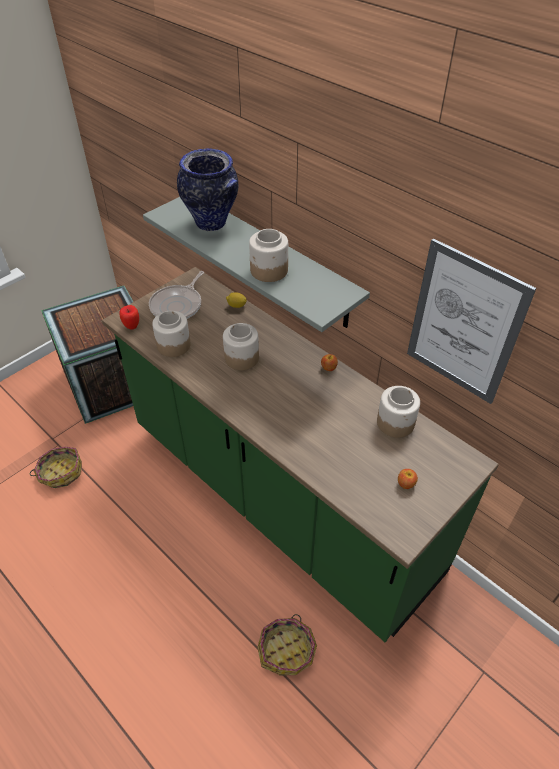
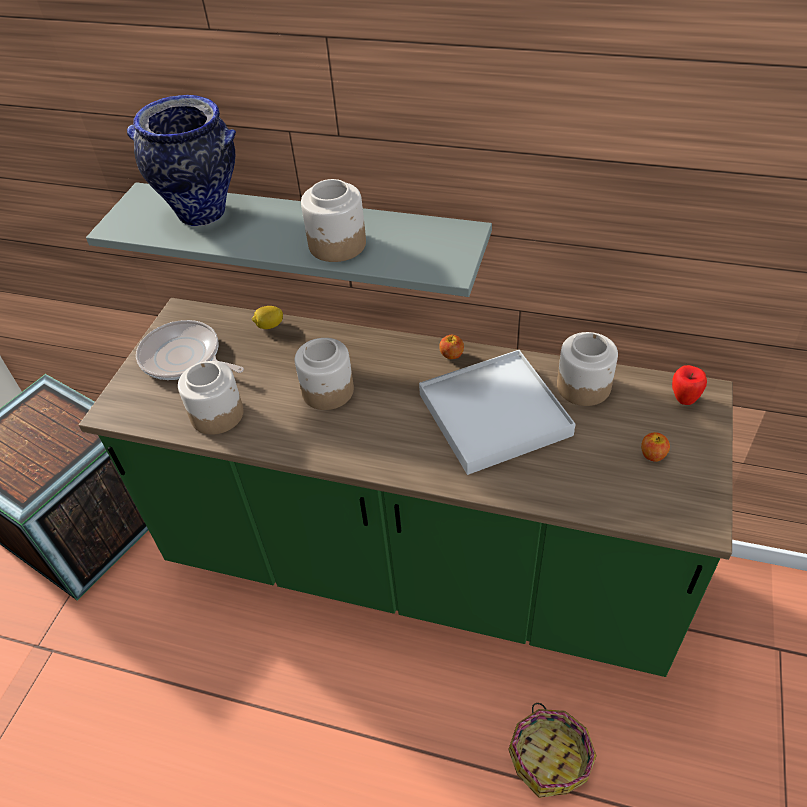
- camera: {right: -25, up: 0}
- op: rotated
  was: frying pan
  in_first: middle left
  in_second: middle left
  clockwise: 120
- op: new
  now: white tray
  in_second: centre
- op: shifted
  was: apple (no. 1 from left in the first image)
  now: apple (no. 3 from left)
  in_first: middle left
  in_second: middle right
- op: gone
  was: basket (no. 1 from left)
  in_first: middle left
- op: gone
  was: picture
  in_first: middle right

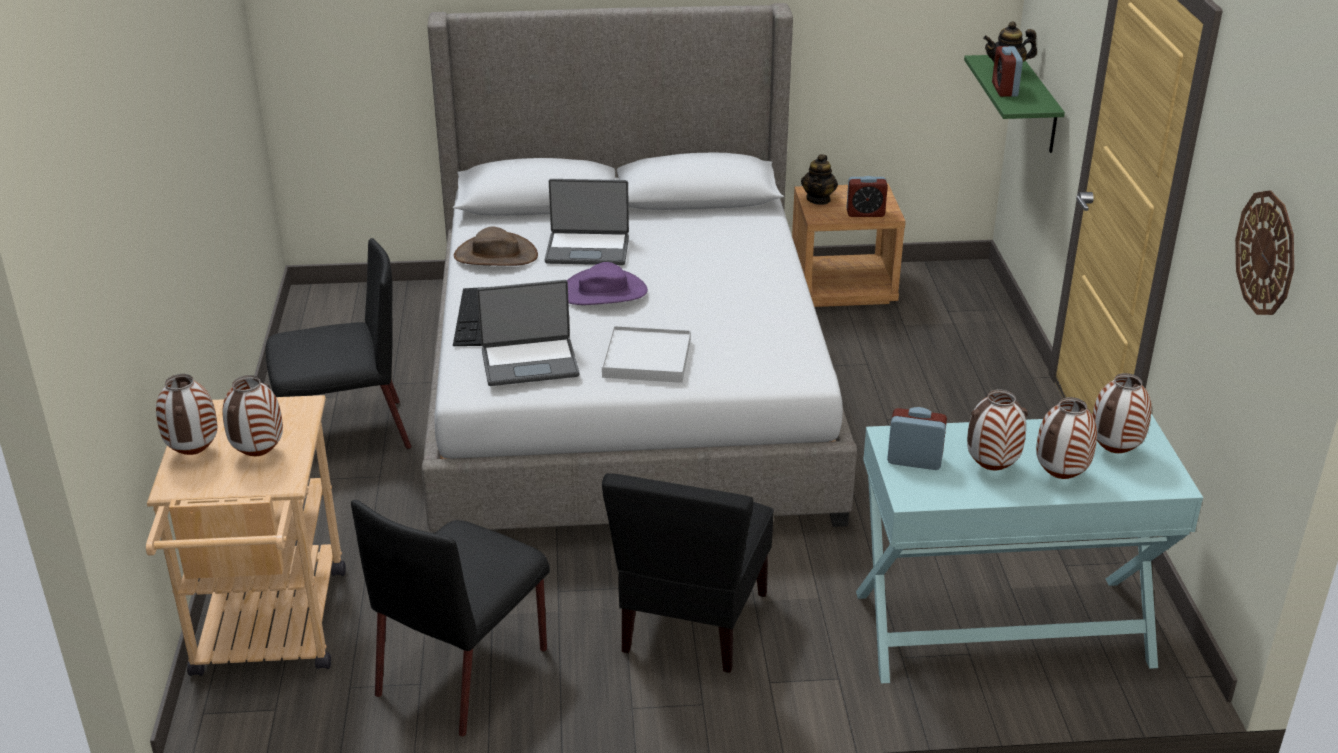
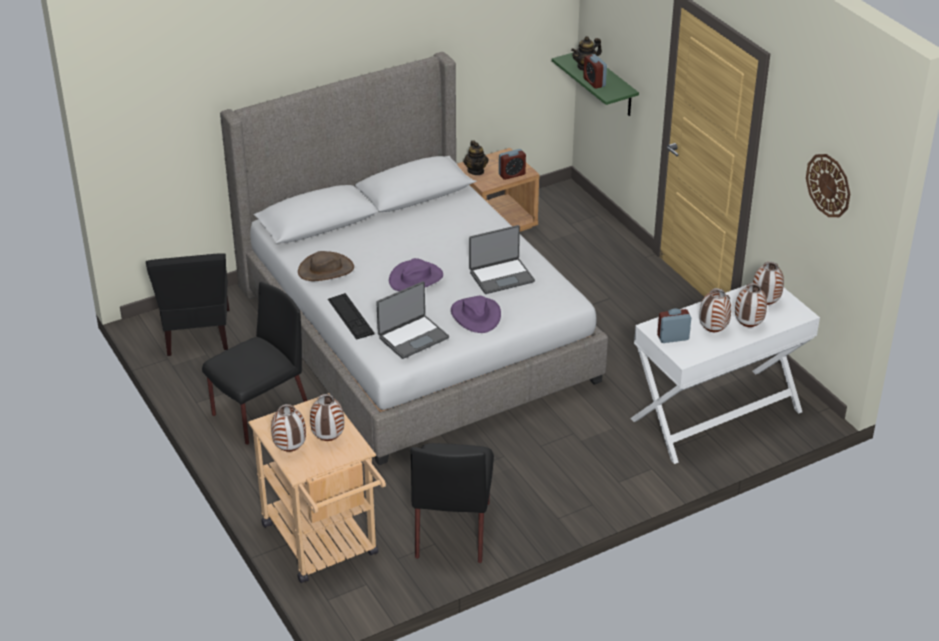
- camera: {right: -25, up: 5}
- op: shifted
  was: black chair (no. 3 from left in the first image)
  now: black chair (no. 1 from left)
  in_first: bottom centre
  in_second: middle left
- op: swapped
  was: white tray
  now: purple hat (no. 2 from left)
  in_first: centre
  in_second: centre
- op: shifted
  was: laptop (no. 2 from left)
  in_first: top centre
  in_second: centre
- op: repainted
  was: turquoise console table
  now: white console table
  in_first: bottom right
  in_second: middle right

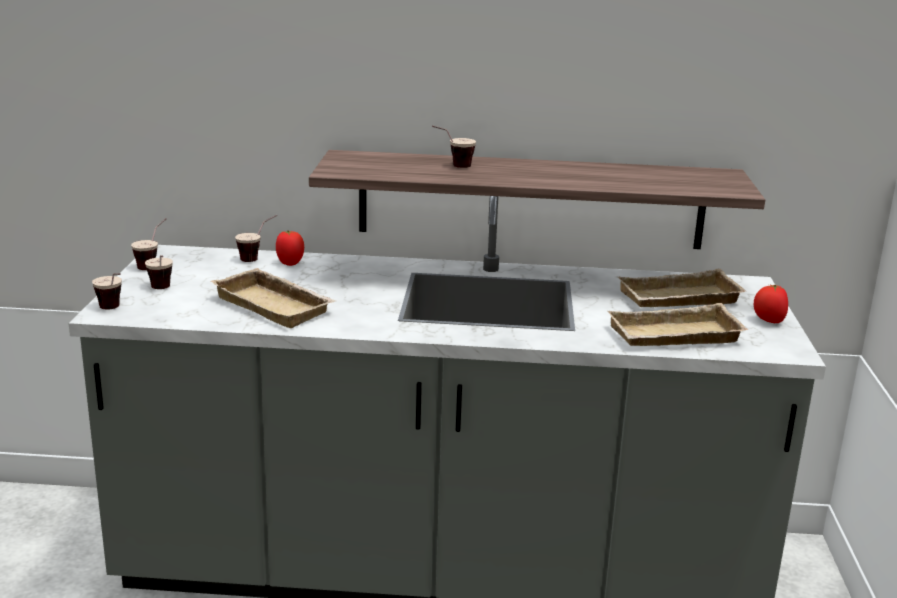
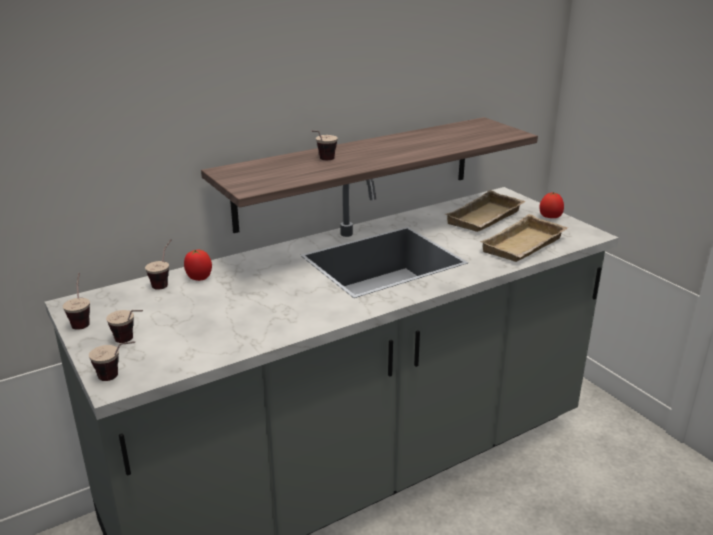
- camera: {right: -35, up: 5}
- op: gone
  was: beige tray (no. 1 from left)
  in_first: middle left

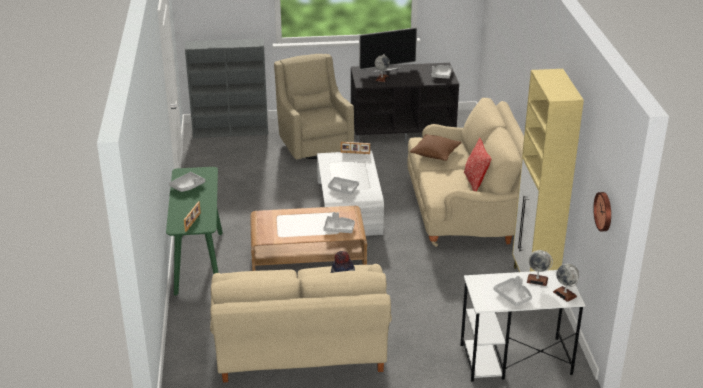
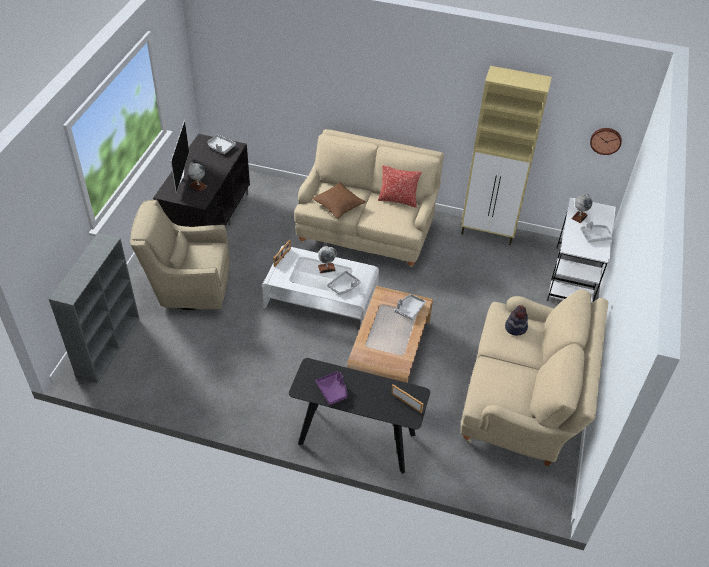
- camera: {right: -70, up: 15}
- op: repainted
  was: green console table
  now: black console table
  in_first: middle left
  in_second: bottom centre
- op: repainted
  was: grey tray (no. 1 from left)
  now: purple tray
  in_first: middle left
  in_second: bottom centre
- op: shifted
  was: globe (no. 3 from left in the first image)
  now: globe (no. 2 from left)
  in_first: bottom right
  in_second: centre

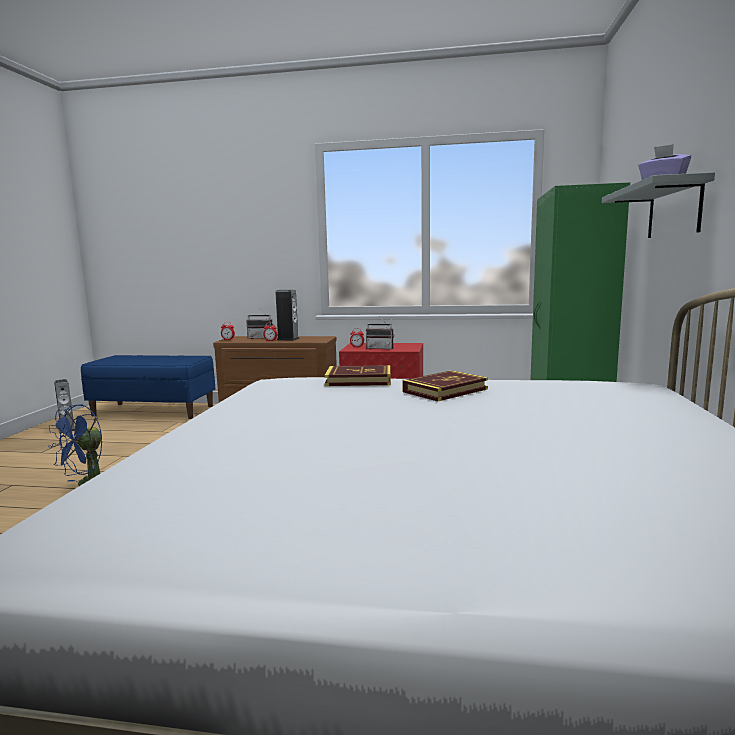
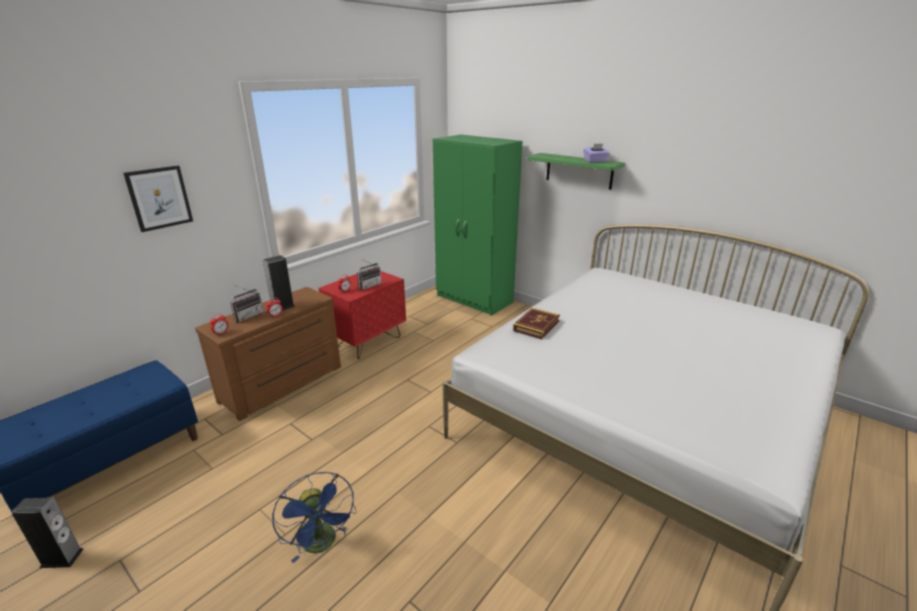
- camera: {right: -60, up: 15}
- op: new
  now: picture
  in_second: top left
- op: repainted
  was: grey shelf
  now: green shelf
  in_first: top right
  in_second: top centre
- op: gone
  was: book (no. 2 from left)
  in_first: centre

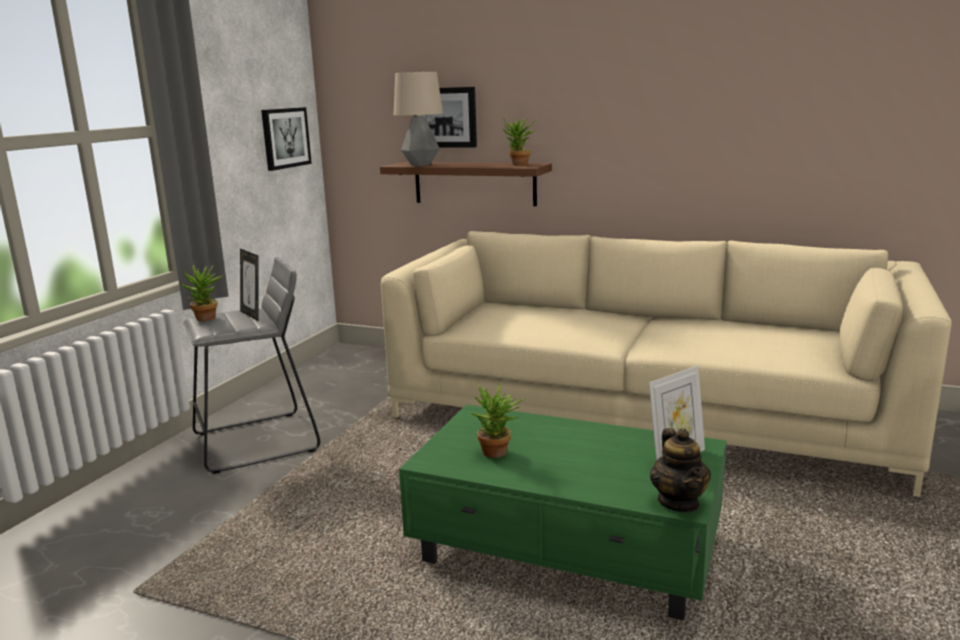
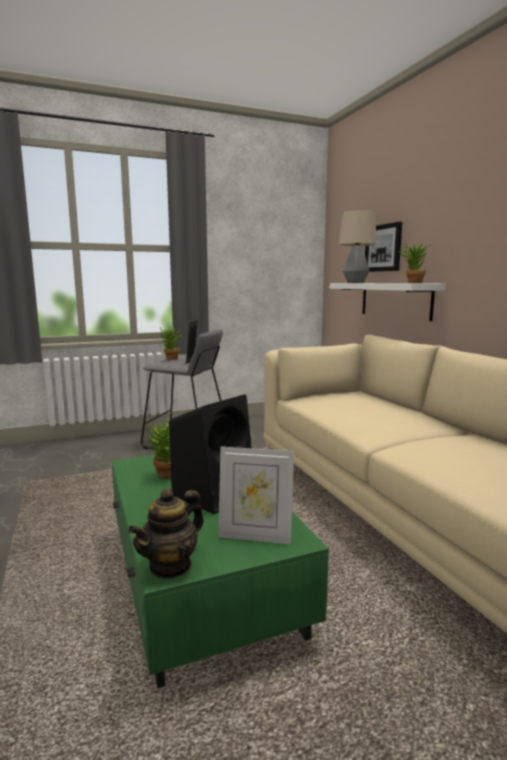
- camera: {right: 45, up: -5}
- op: new
  now: black speaker
  in_second: centre
- op: repainted
  was: brown shelf
  now: white shelf
  in_first: top centre
  in_second: middle right
- op: gone
  was: picture (no. 1 from left)
  in_first: top left

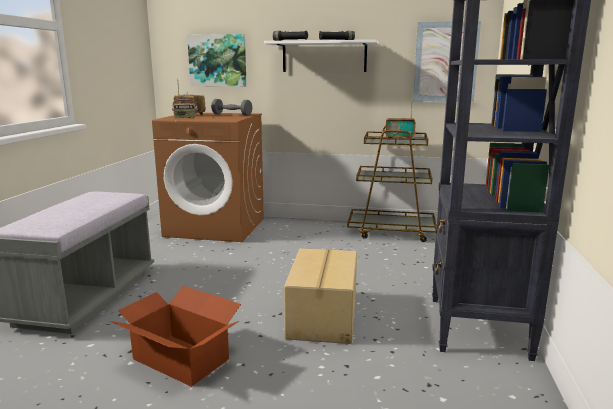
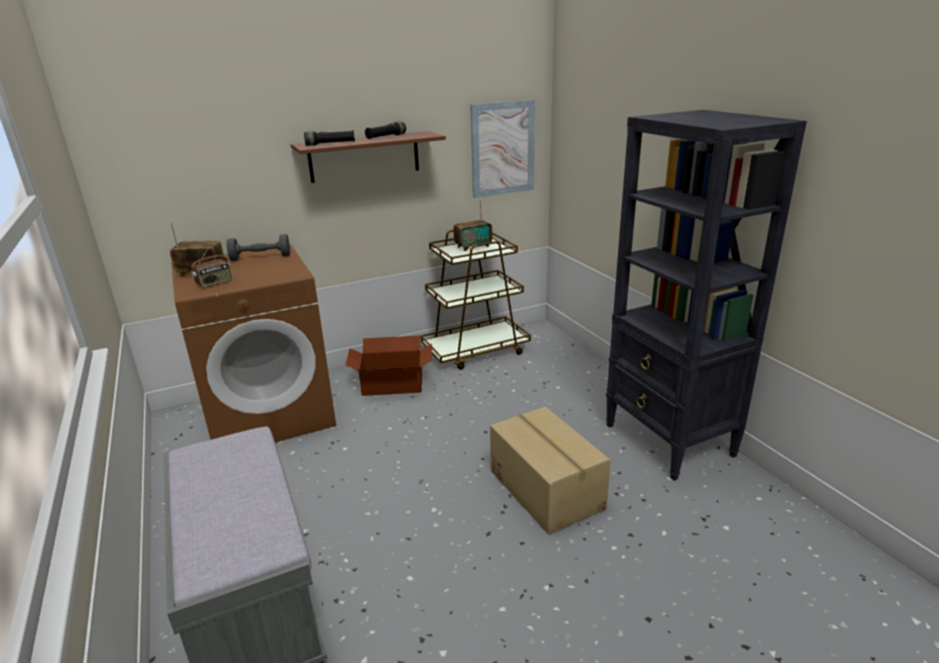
- camera: {right: -35, up: 10}
- op: repainted
  was: white shelf
  now: brown shelf
  in_first: top centre
  in_second: top centre
- op: shifted
  was: cardboard box (no. 1 from left)
  in_first: bottom left
  in_second: centre
- op: gone
  was: picture (no. 1 from left)
  in_first: top centre

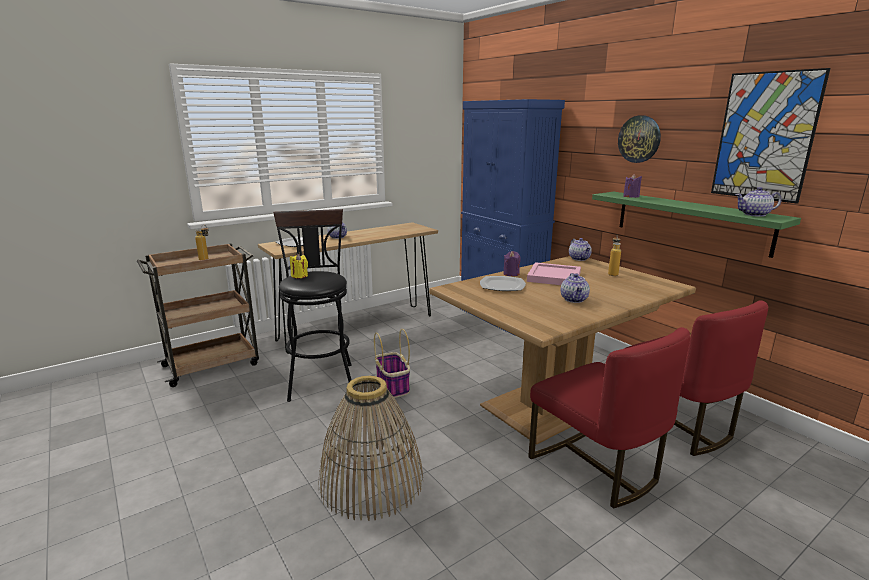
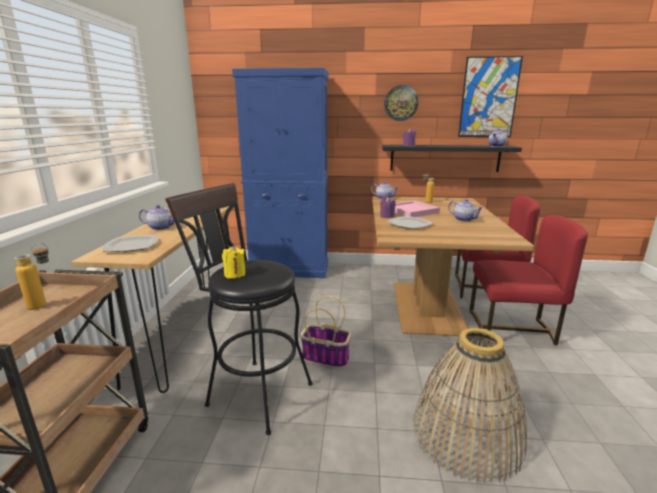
- camera: {right: -50, up: 0}
- op: repainted
  was: green shelf
  now: black shelf
  in_first: middle right
  in_second: top right

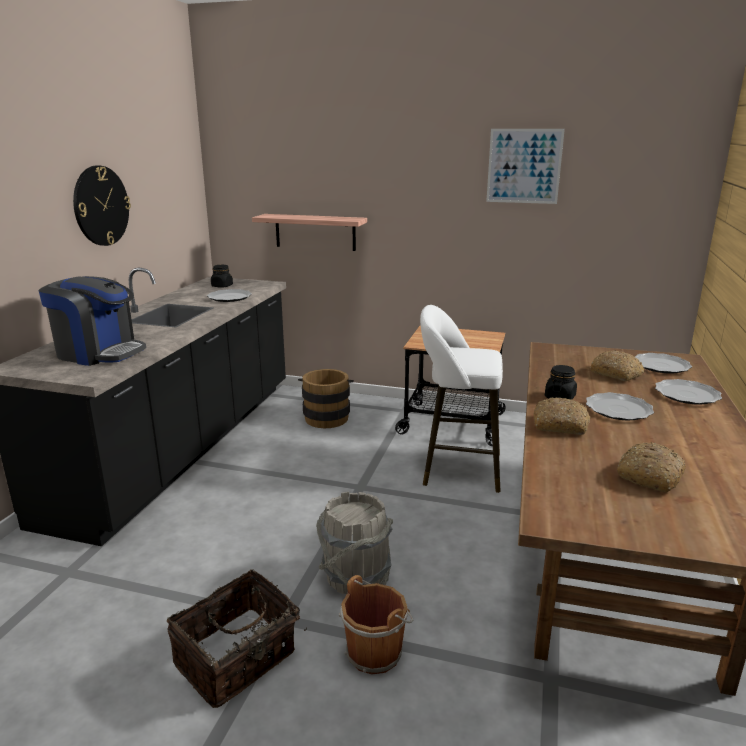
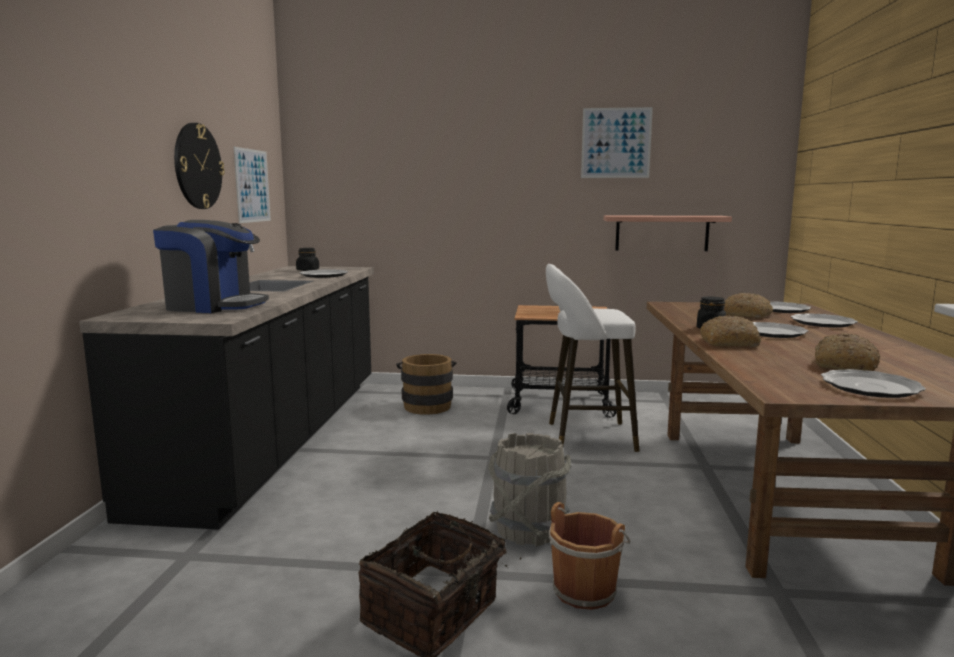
- camera: {right: -10, up: -10}
- op: new
  now: picture (no. 1 from left)
  in_second: top left
- op: shifted
  was: shelf
  in_first: top centre
  in_second: middle right
- op: new
  now: plate (no. 5 from left)
  in_second: middle right

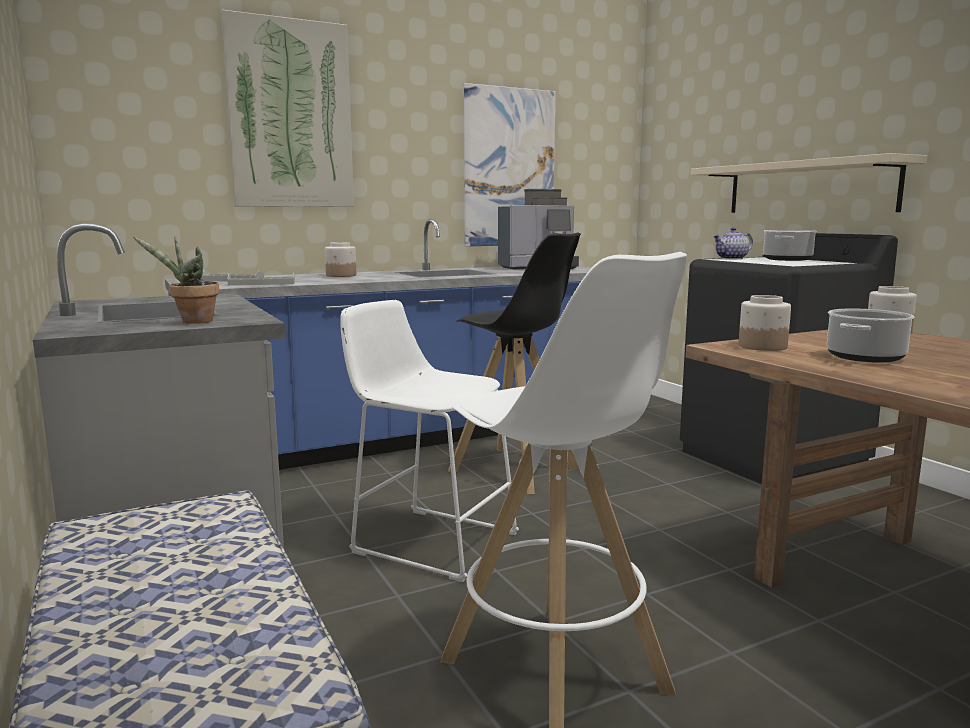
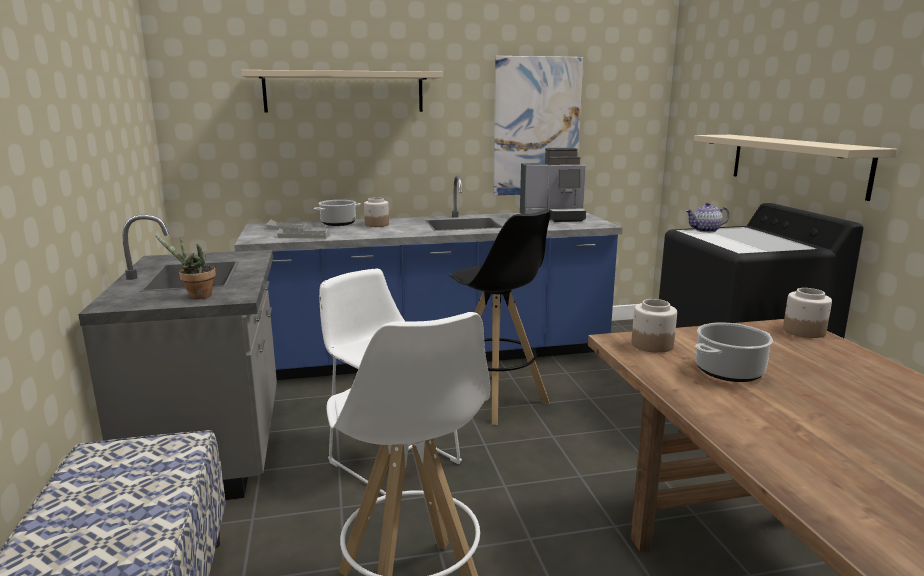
- camera: {right: 15, up: 5}
- op: swapped
  was: picture (no. 1 from left)
  now: beige shelf (no. 1 from left)
  in_first: top left
  in_second: top centre
- op: shifted
  was: cooking pot (no. 1 from left)
  in_first: middle right
  in_second: centre

